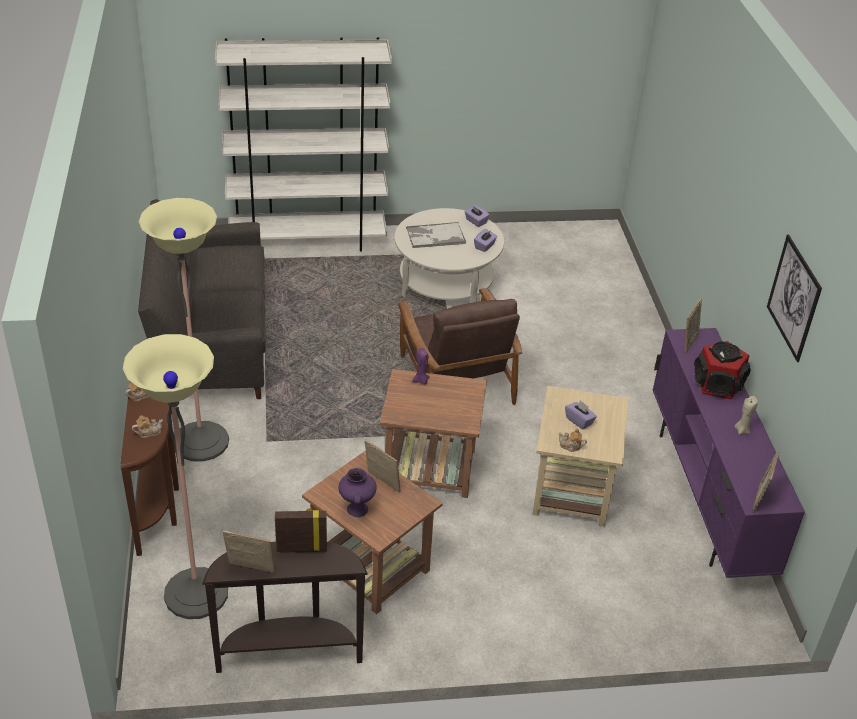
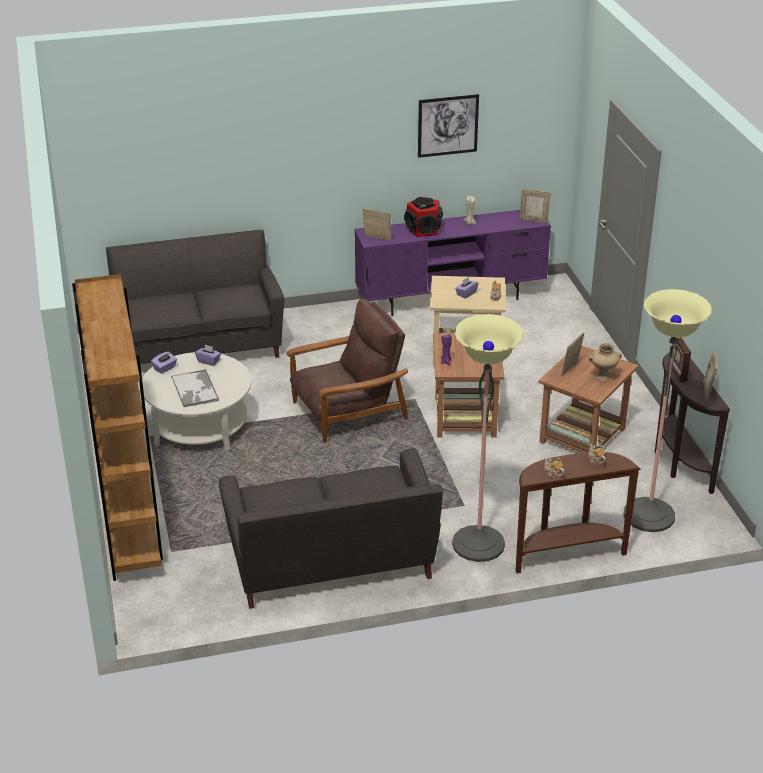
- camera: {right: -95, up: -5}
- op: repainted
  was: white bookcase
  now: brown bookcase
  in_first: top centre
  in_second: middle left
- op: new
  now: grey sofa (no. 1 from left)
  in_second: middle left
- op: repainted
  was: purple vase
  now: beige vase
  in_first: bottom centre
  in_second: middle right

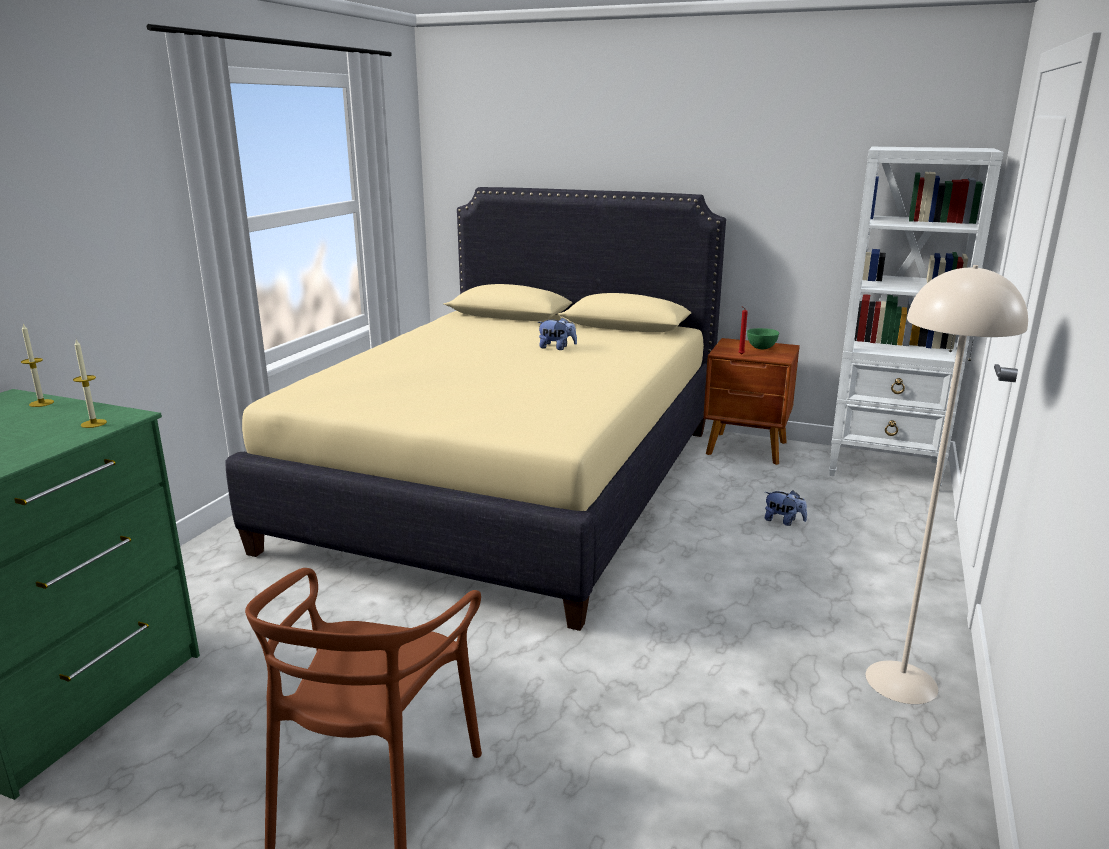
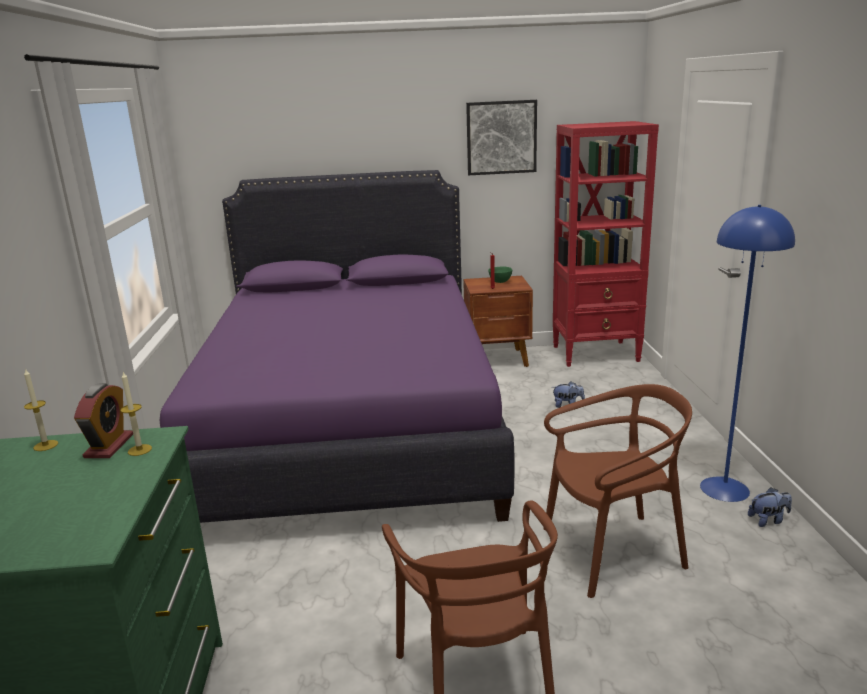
- camera: {right: -25, up: 0}
- op: new
  now: alarm clock
  in_second: middle left
- op: repainted
  was: beige bed
  now: purple bed
  in_first: centre
  in_second: centre
- op: new
  now: picture
  in_second: top centre
- op: new
  now: brown chair (no. 2 from left)
  in_second: bottom right
- op: repainted
  was: white bookcase
  now: red bookcase
  in_first: middle right
  in_second: middle right
- op: repainted
  was: beige floor lamp
  now: blue floor lamp
  in_first: middle right
  in_second: middle right
- op: shifted
  was: plush toy (no. 1 from left in the first image)
  now: plush toy (no. 2 from left)
  in_first: centre
  in_second: bottom right

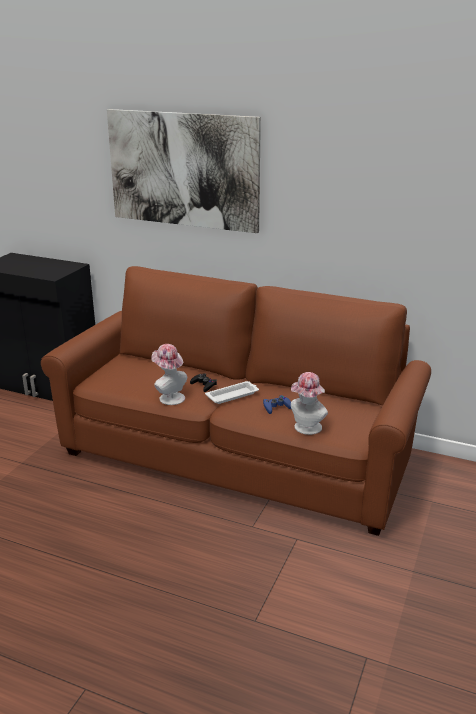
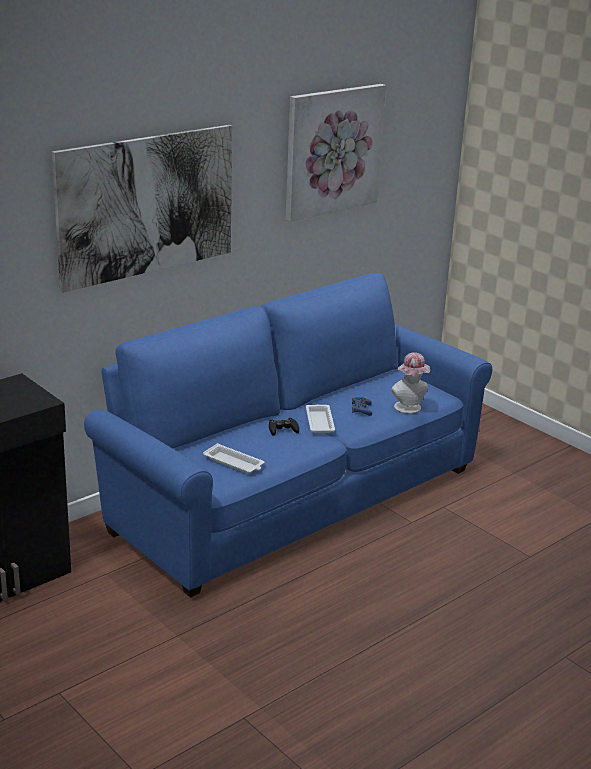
- camera: {right: -65, up: 0}
- op: repainted
  was: brown sofa
  now: blue sofa
  in_first: centre
  in_second: centre
- op: new
  now: white tray (no. 1 from left)
  in_second: centre
- op: new
  now: picture (no. 2 from left)
  in_second: top centre
- op: gone
  was: hat (no. 1 from left)
  in_first: centre

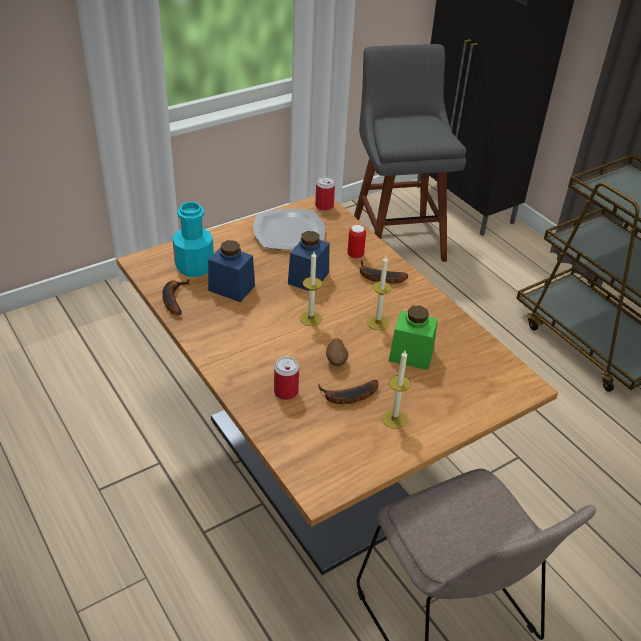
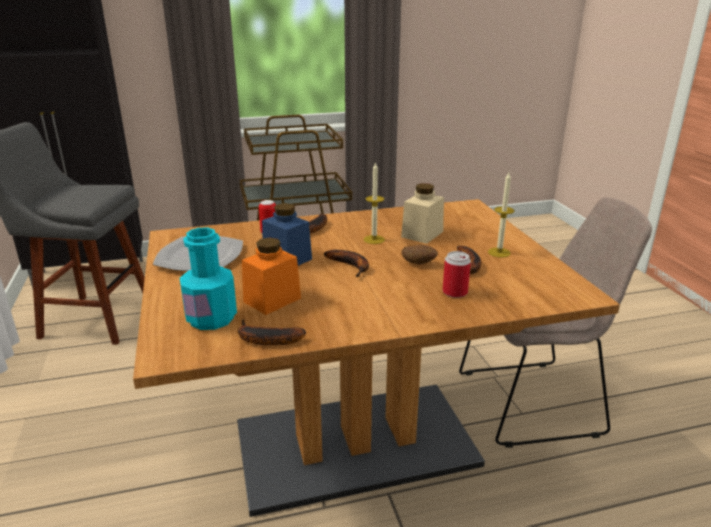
- camera: {right: -70, up: -15}
- op: repainted
  was: blue jar (no. 1 from left)
  now: orange jar
  in_first: centre
  in_second: centre
- op: swapped
  was: candle (no. 1 from left)
  now: banana (no. 3 from left)
  in_first: centre
  in_second: centre
- op: repainted
  was: green jar
  now: beige jar
  in_first: centre
  in_second: centre
- op: gone
  was: can (no. 2 from left)
  in_first: top centre

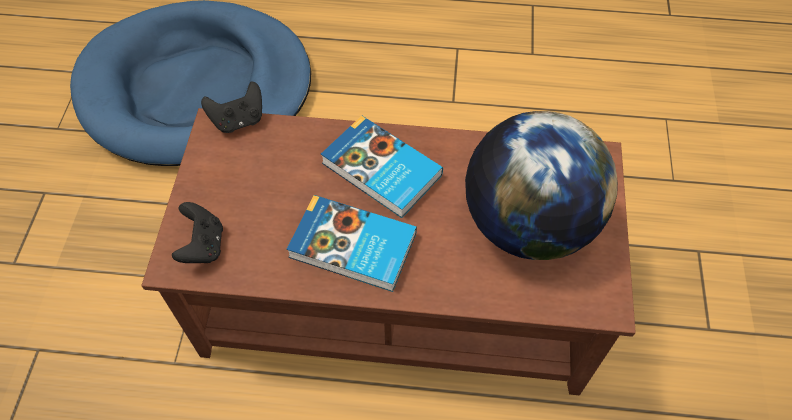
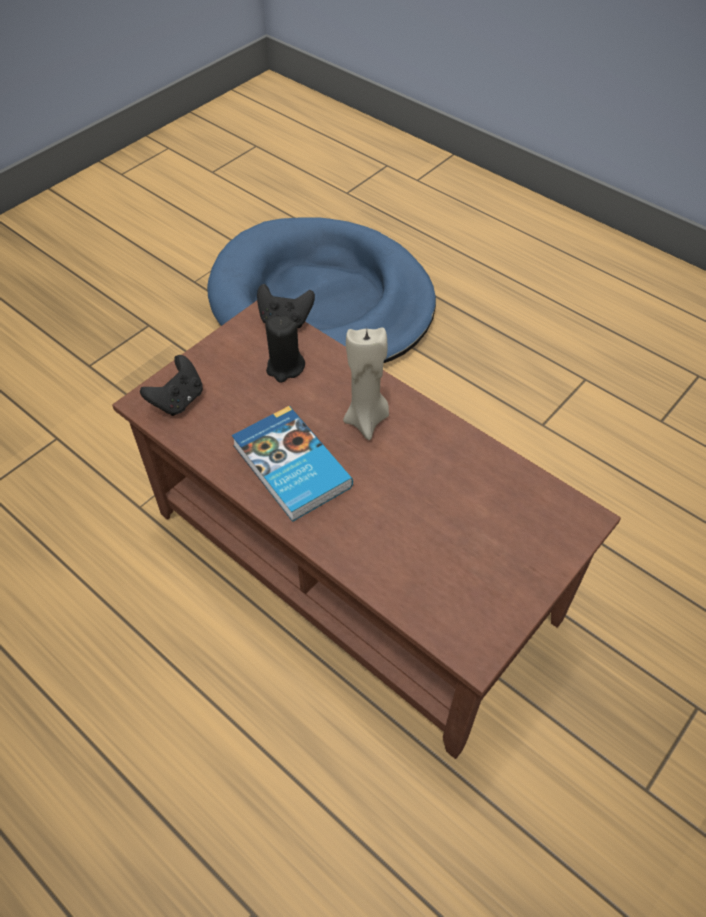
- camera: {right: 35, up: -5}
- op: new
  now: black candle
  in_second: centre
- op: swapped
  was: book (no. 2 from left)
  now: beige candle
  in_first: centre
  in_second: centre
- op: gone
  was: globe
  in_first: middle right

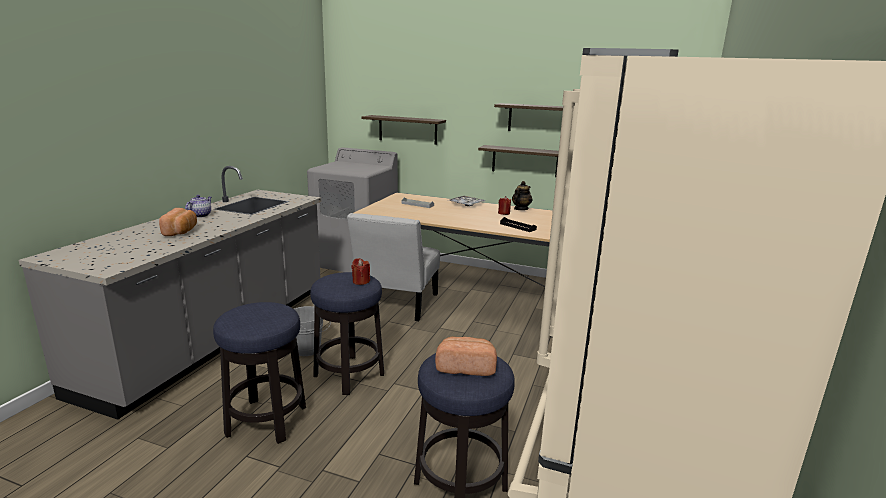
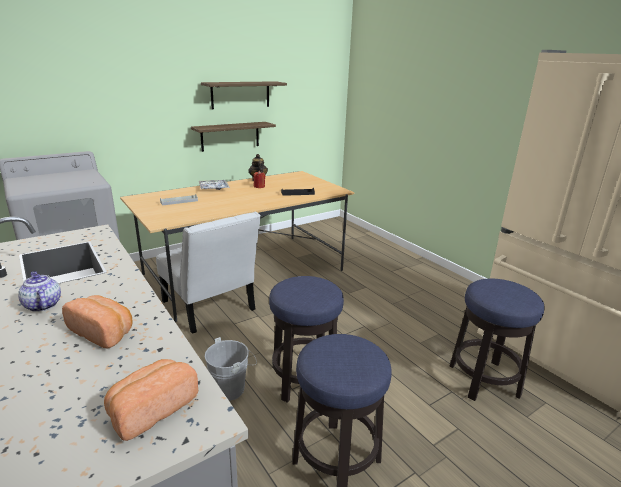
- camera: {right: -55, up: 5}
- op: shifted
  was: bread (no. 2 from left)
  in_first: bottom centre
  in_second: bottom left
- op: gone
  was: red candle (no. 1 from left)
  in_first: centre
- op: gone
  was: shelf (no. 1 from left)
  in_first: top centre

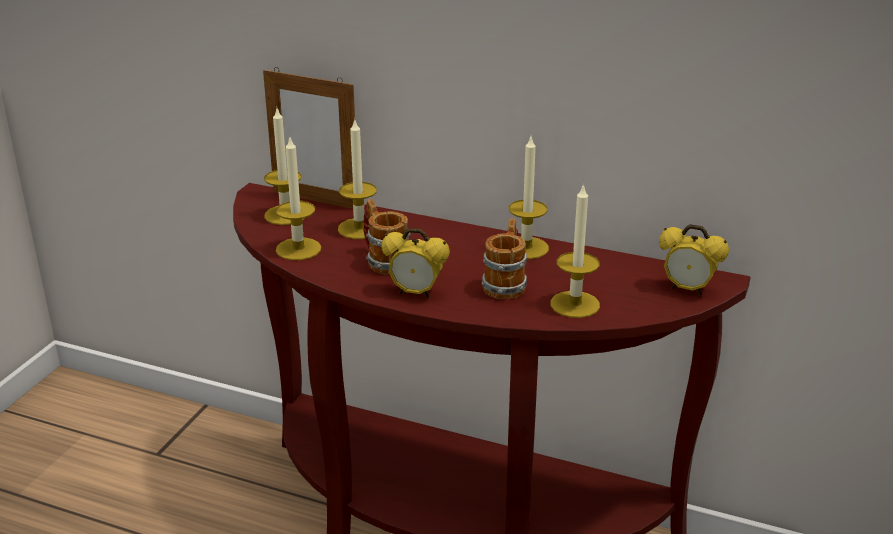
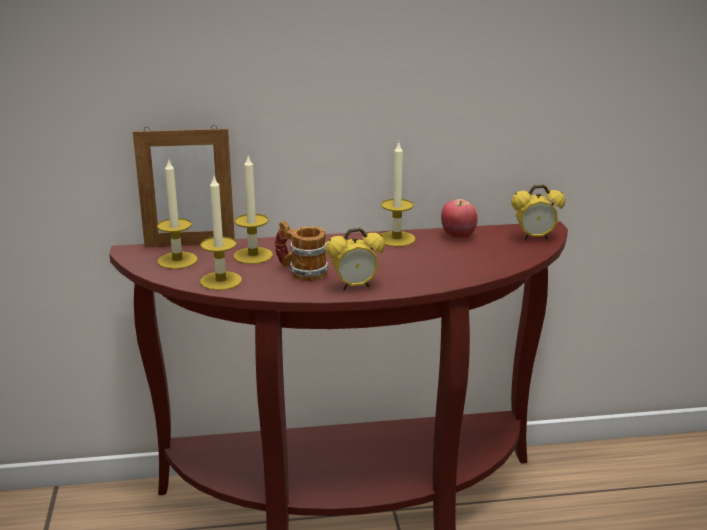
- camera: {right: -30, up: -5}
- op: new
  now: apple
  in_second: centre
- op: gone
  was: mug (no. 2 from left)
  in_first: centre
- op: gone
  was: candle (no. 5 from left)
  in_first: centre

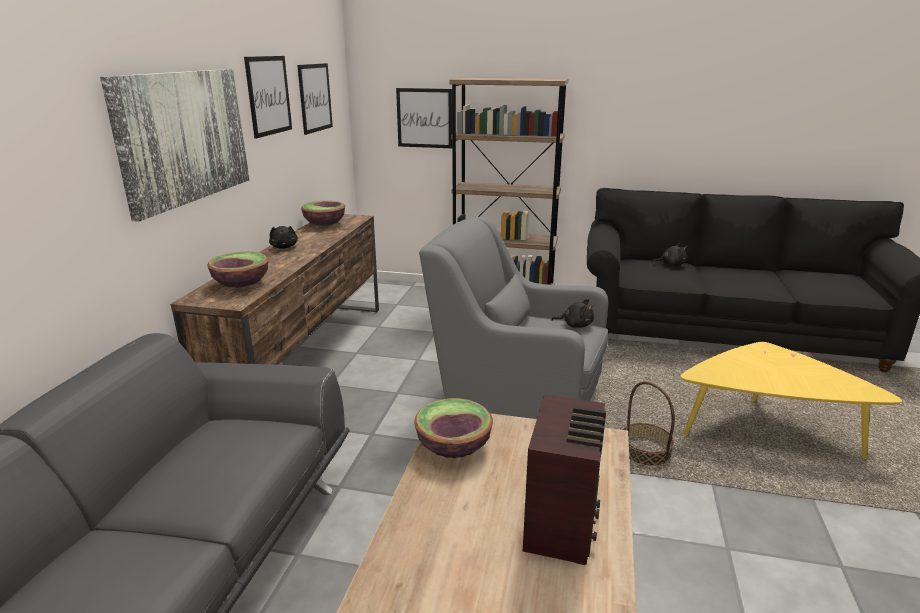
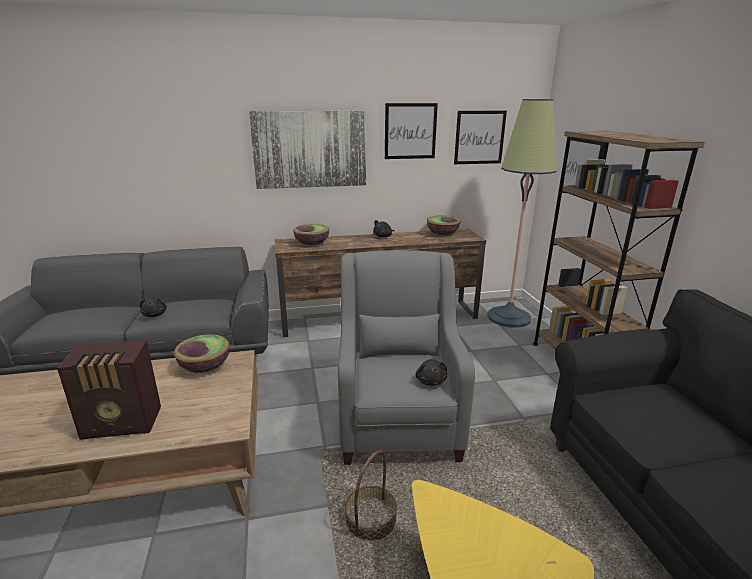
- camera: {right: 65, up: 0}
- op: shifted
  was: black plush toy (no. 3 from left in the first image)
  now: black plush toy (no. 1 from left)
  in_first: middle right
  in_second: middle left
- op: new
  now: floor lamp
  in_second: middle right

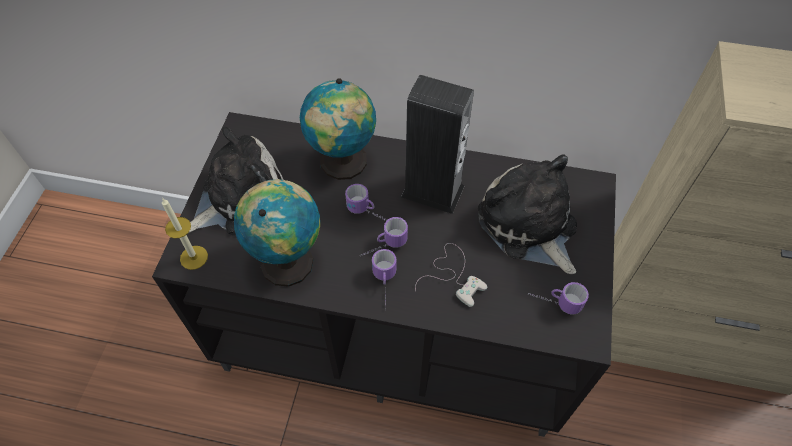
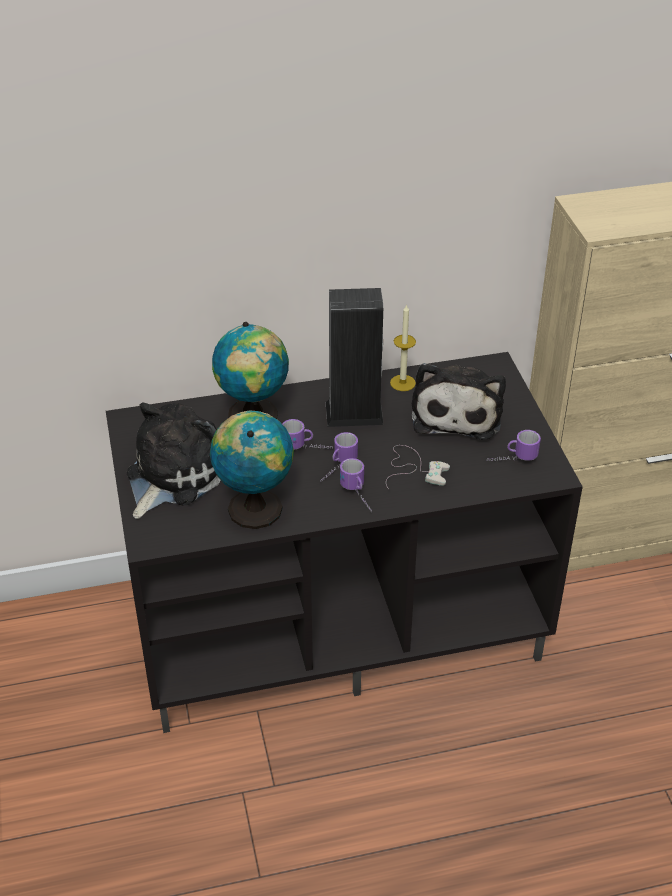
- camera: {right: -25, up: -15}
- op: shifted
  was: candle
  in_first: middle left
  in_second: centre
- op: rotated
  was: plush toy (no. 2 from left)
  in_first: centre
  in_second: middle right
  clockwise: -120

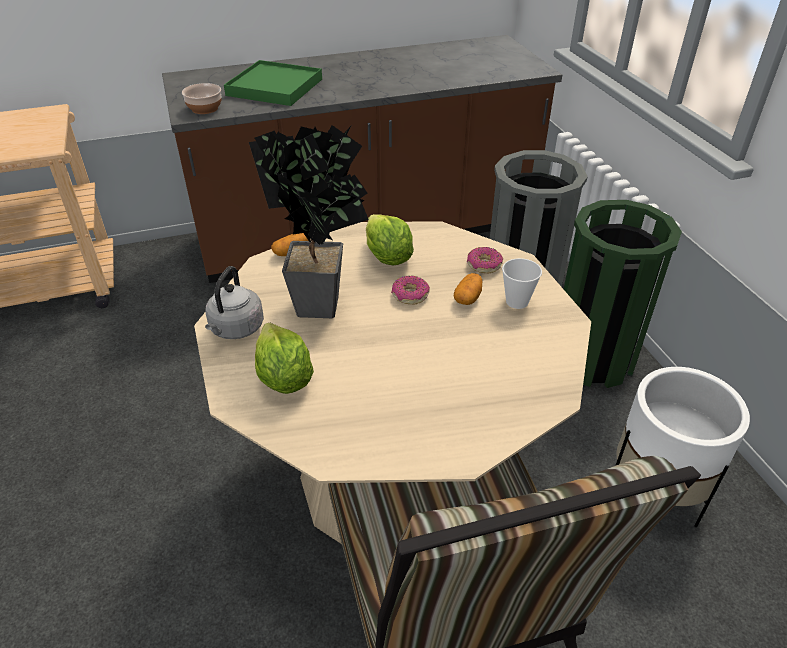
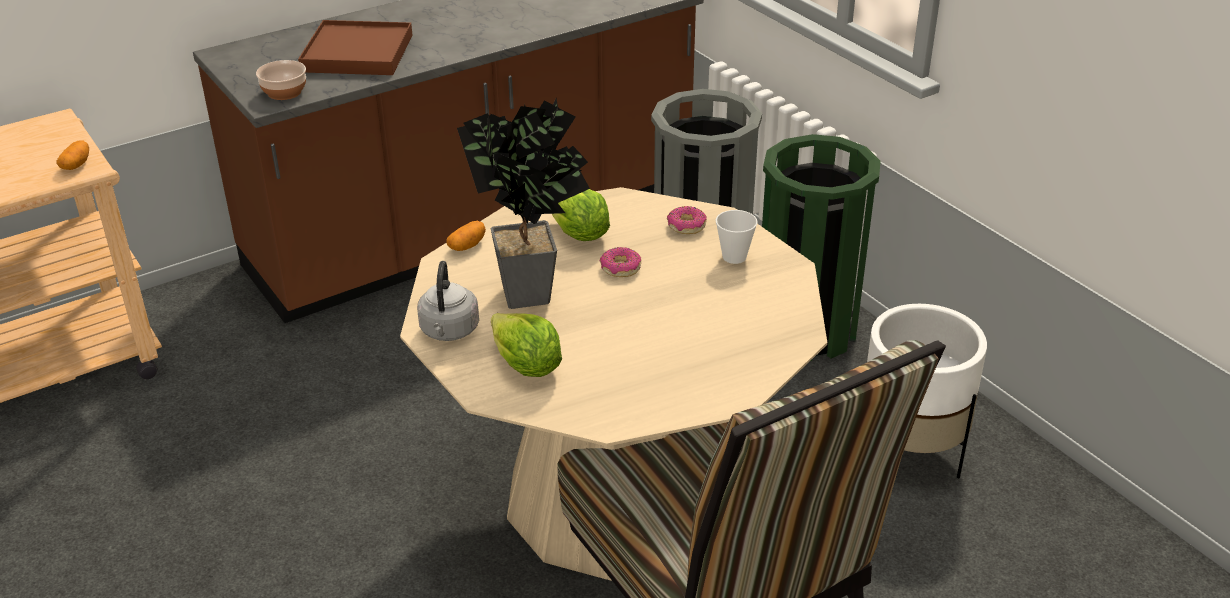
- camera: {right: -15, up: -5}
- op: shifted
  was: potato (no. 2 from left in the first image)
  now: potato (no. 1 from left)
  in_first: centre
  in_second: top left
- op: repainted
  was: green tray
  now: brown tray
  in_first: top centre
  in_second: top left

